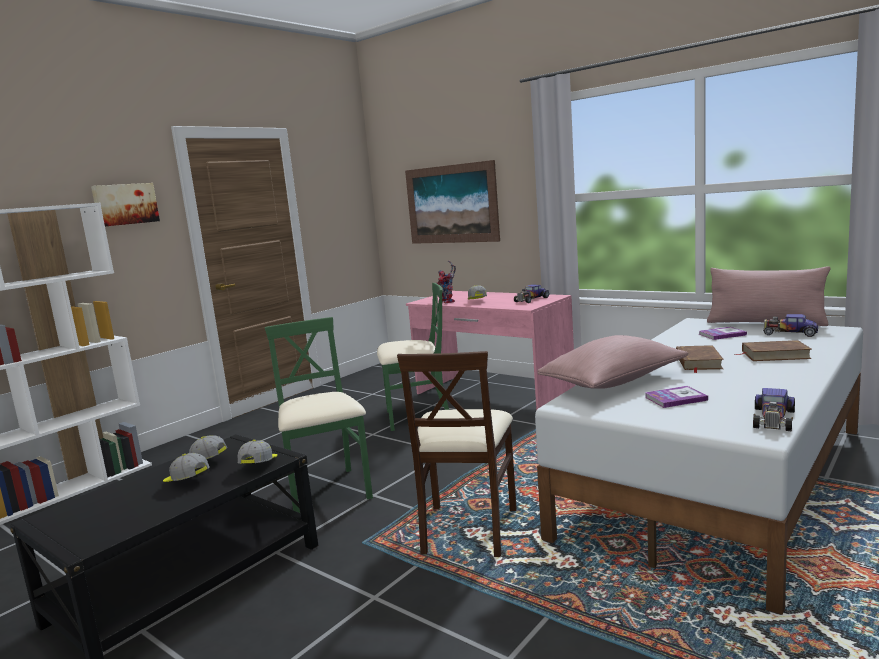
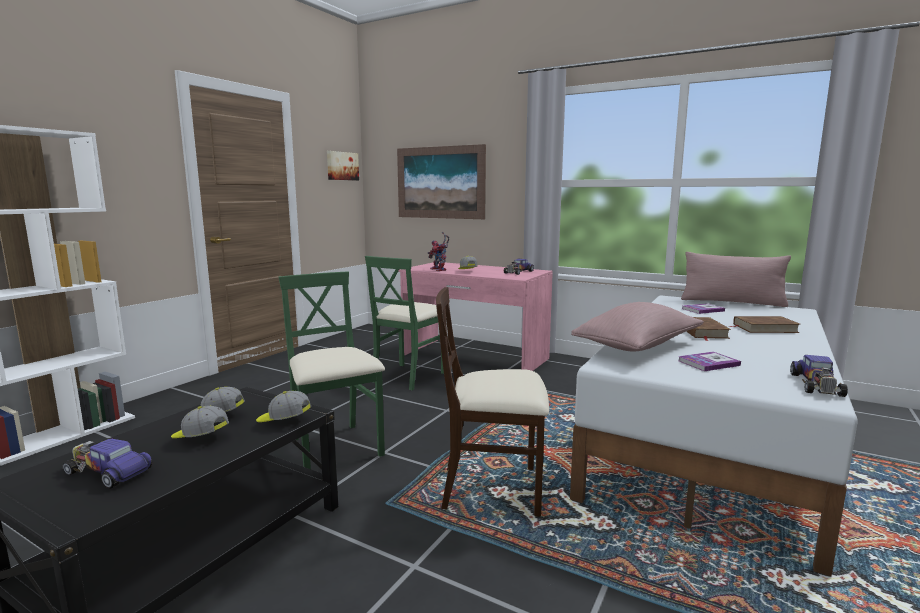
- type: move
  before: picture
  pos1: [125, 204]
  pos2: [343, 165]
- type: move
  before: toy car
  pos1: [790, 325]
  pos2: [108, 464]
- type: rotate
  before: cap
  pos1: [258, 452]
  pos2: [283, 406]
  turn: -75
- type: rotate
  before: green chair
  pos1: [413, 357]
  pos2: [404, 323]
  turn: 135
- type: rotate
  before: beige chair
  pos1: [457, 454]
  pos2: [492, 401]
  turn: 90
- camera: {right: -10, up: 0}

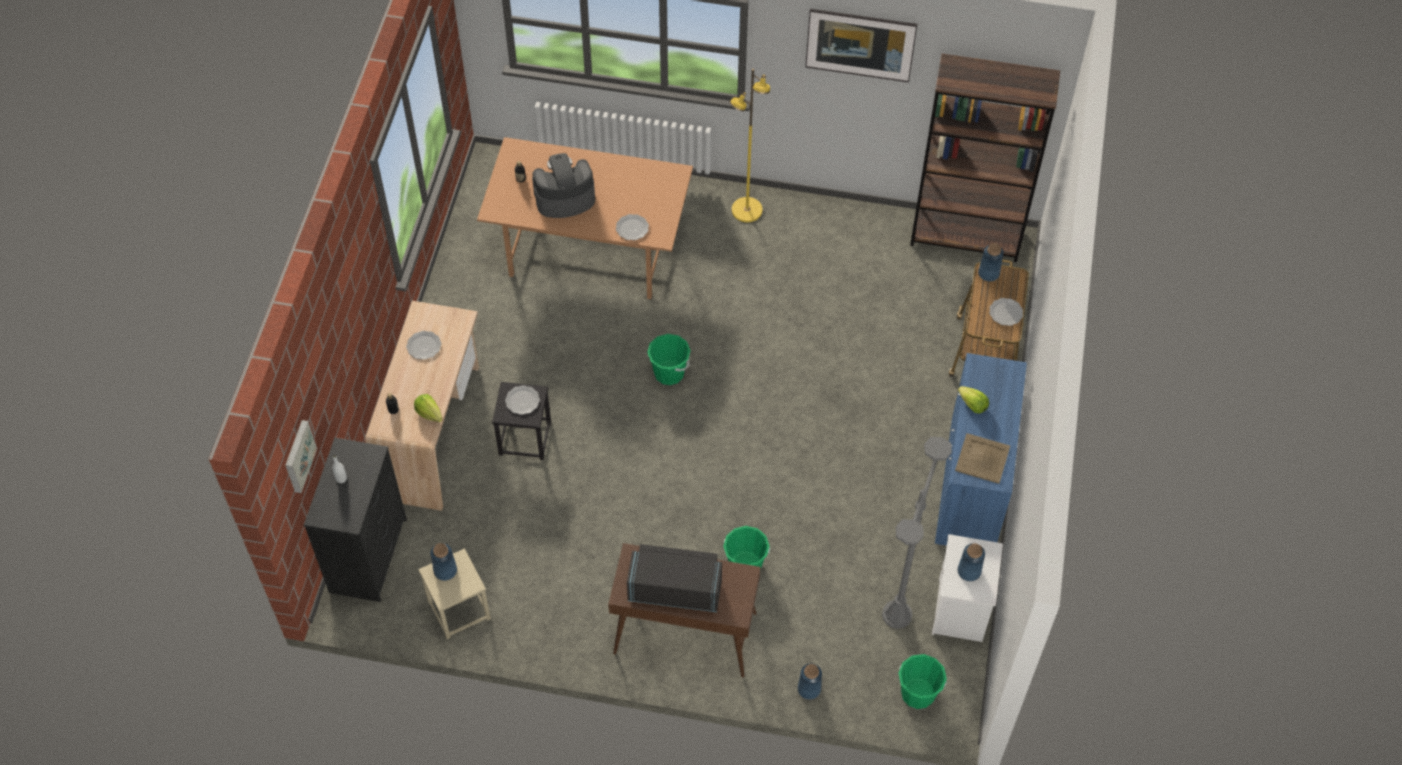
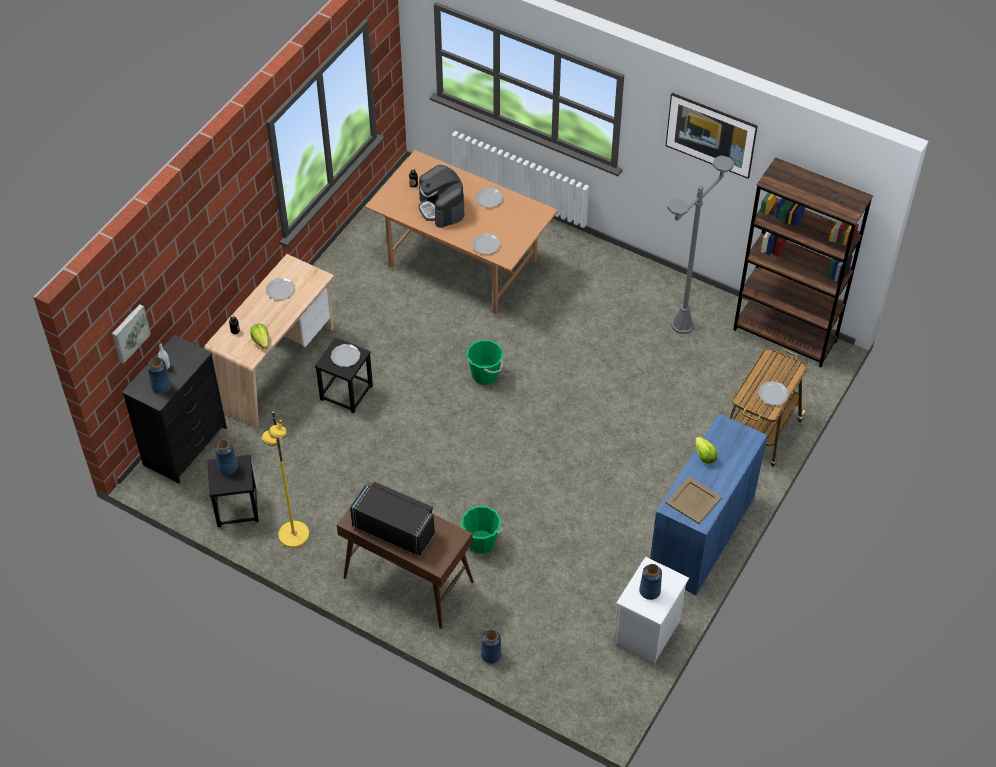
- type: delete
  before: green bucket
  pos1: [922, 681]
- type: insert
  after: plate
  pos2: [489, 197]
- type: move
  before: yellow floor lamp
  pos1: [750, 145]
  pos2: [285, 479]
- type: move
  before: grey floor lamp
  pos1: [917, 533]
  pos2: [700, 244]
- type: move
  before: blue vase
  pos1: [991, 262]
  pos2: [159, 375]
- type: recolor
  before: beige stool
  after: black stool
  pos1: [454, 593]
  pos2: [233, 491]
- type: rotate
  before: coffee machine
  pos1: [563, 185]
  pos2: [441, 196]
  turn: -120
- camera: {right: 20, up: -5}

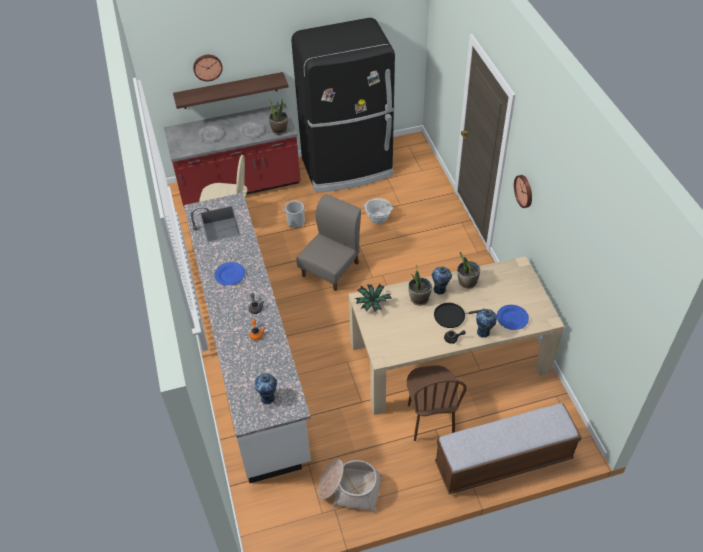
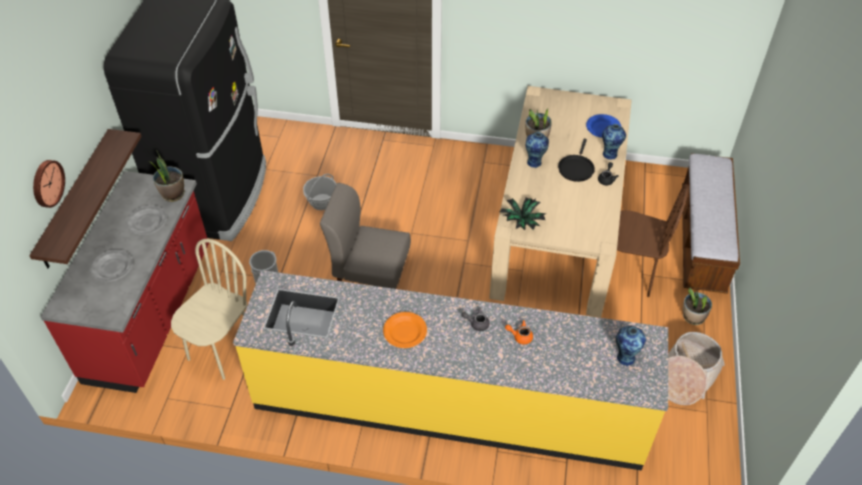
- type: delete
  before: wall clock
  pos1: [523, 191]
- type: move
  before: potted plant
  pos1: [420, 285]
  pos2: [697, 306]
- type: recolor
  before: white counter
  after: yellow counter
  pos1: [247, 338]
  pos2: [450, 370]
- type: recolor
  before: blue plate
  after: orange plate
  pos1: [230, 274]
  pos2: [405, 330]
- type: rotate
  before: grey chair
  pos1: [328, 242]
  pos2: [365, 236]
  turn: -45
- camera: {right: -65, up: 0}

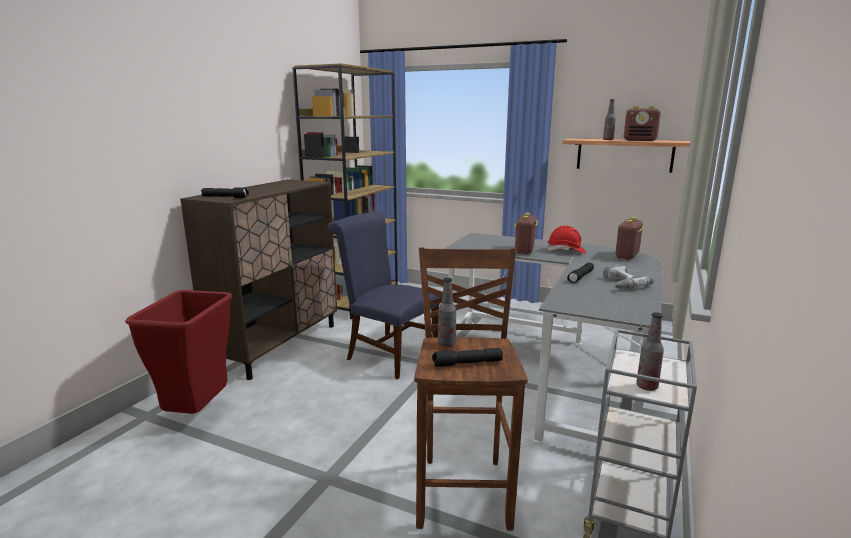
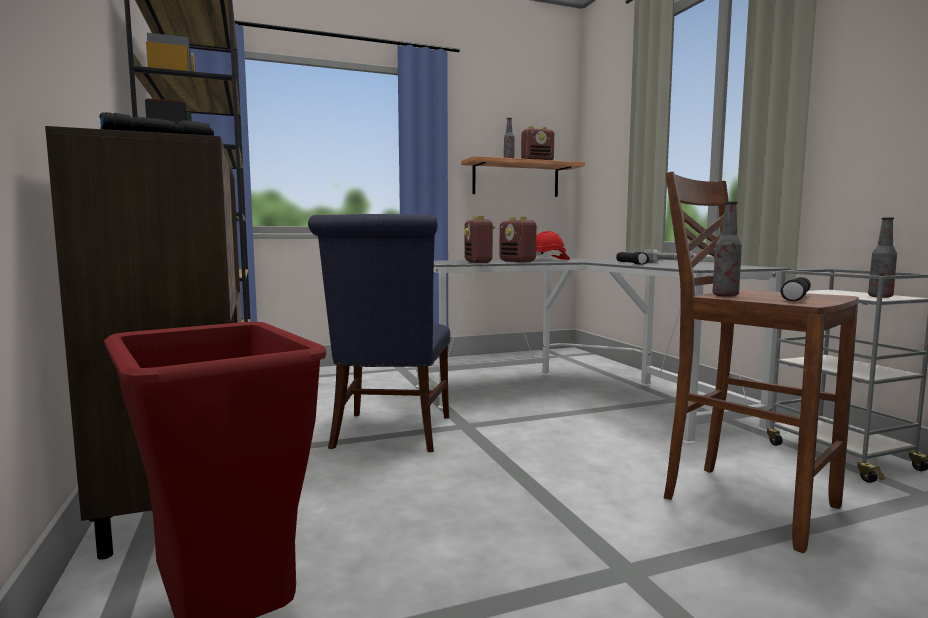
- type: move
  before: radio
  pos1: [630, 238]
  pos2: [480, 239]
- type: rotate
  before: blue chair
  pos1: [383, 295]
  pos2: [379, 333]
  turn: -75
- camera: {right: -45, up: -10}

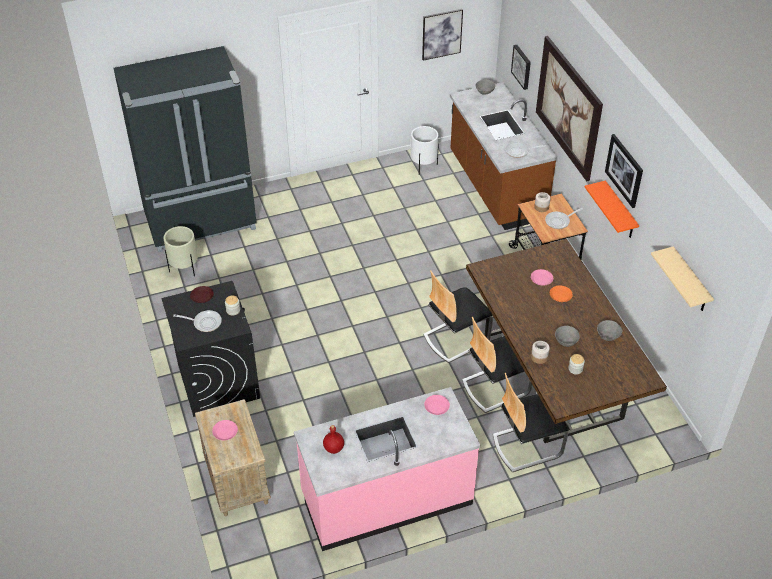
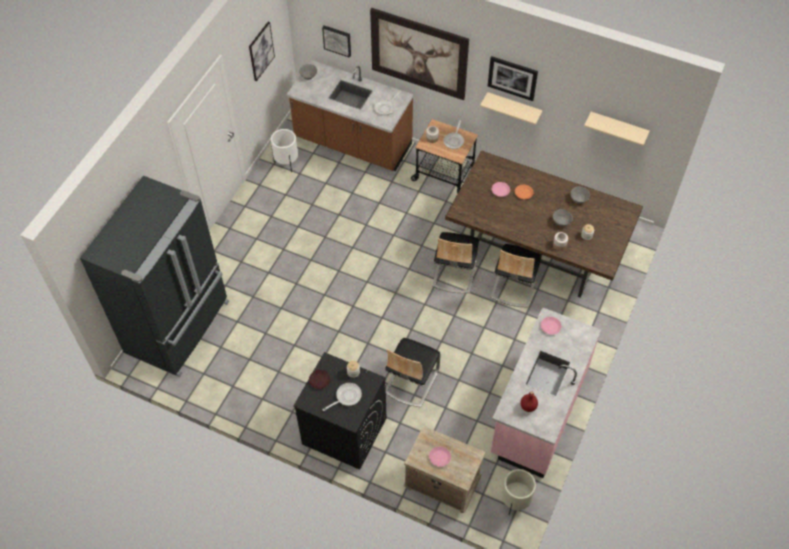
- type: move
  before: beige planter
  pos1: [181, 251]
  pos2: [519, 492]
- type: move
  before: chair
  pos1: [530, 422]
  pos2: [413, 372]
- type: recolor
  before: orange shelf
  after: beige shelf
  pos1: [612, 209]
  pos2: [511, 108]
- camera: {right: -45, up: 10}

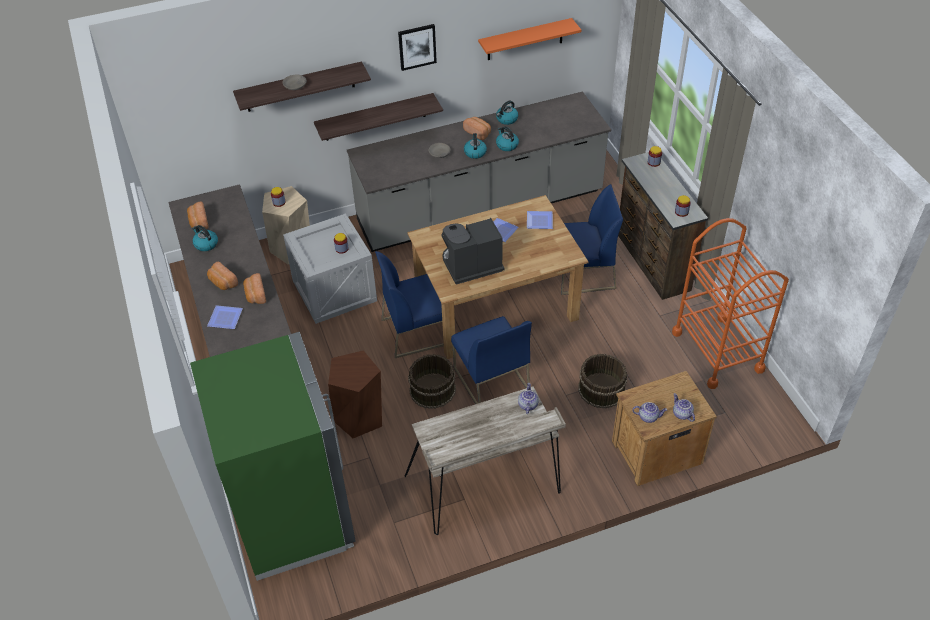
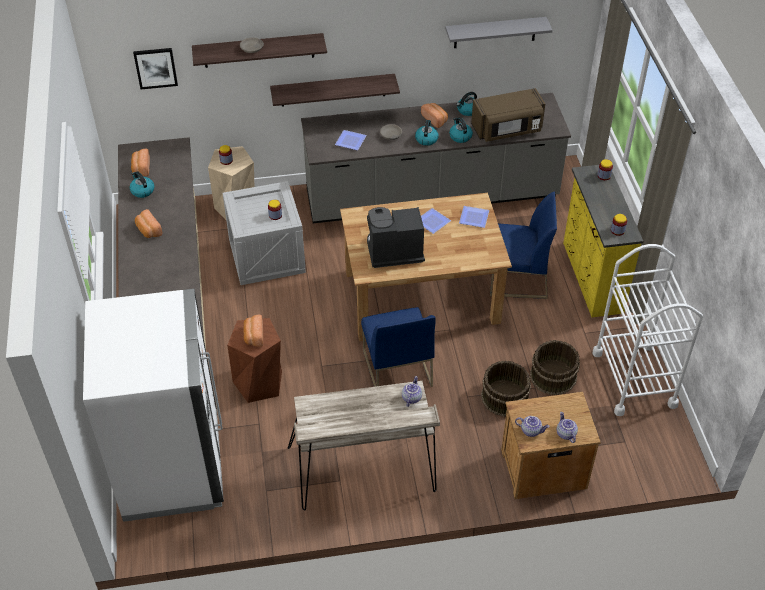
- type: delete
  before: blue chair
  pos1: [409, 304]
- type: insert
  after: brown microwave
  pos2: [508, 115]
- type: move
  before: plate
  pos1: [225, 317]
  pos2: [351, 140]
- type: move
  before: bread
  pos1: [254, 288]
  pos2: [253, 331]
- type: move
  before: picture
  pos1: [417, 47]
  pos2: [155, 68]
- type: move
  before: brown bucket
  pos1: [432, 381]
  pos2: [555, 367]
- type: recolor
  before: green fridge
  after: white fridge
  pos1: [273, 456]
  pos2: [153, 405]
- type: recolor
  before: orange shelf
  after: grey shelf
  pos1: [529, 39]
  pos2: [499, 32]
- type: recolor
  before: brown dresser
  after: yellow dresser
  pos1: [663, 226]
  pos2: [603, 241]
- type: recolor
  before: orange cart
  after: white cart
  pos1: [730, 303]
  pos2: [648, 330]
- camera: {right: 10, up: 0}

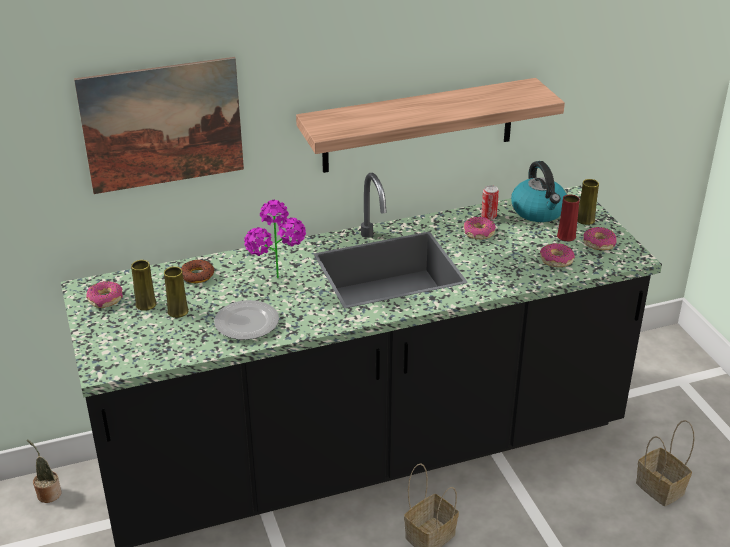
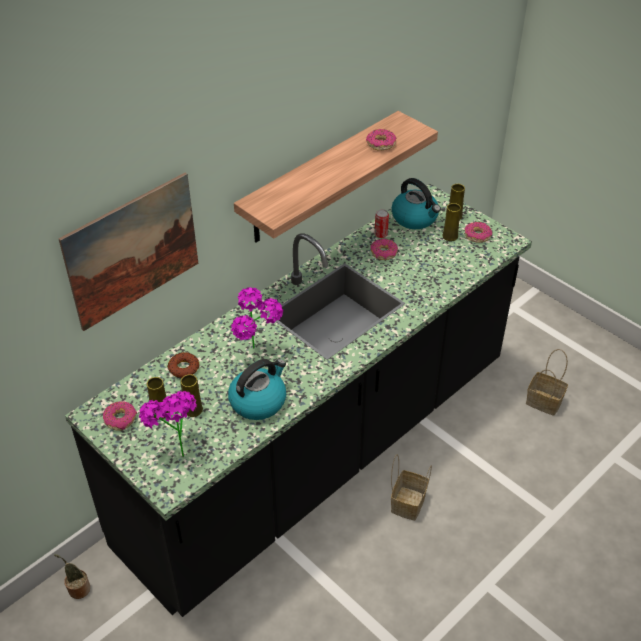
- type: insert
  after: potted plant
  pos2: [168, 424]
- type: move
  before: donut
  pos1: [557, 255]
  pos2: [381, 140]
- type: replace
  before: plate
  after: kettle
  pos1: [246, 320]
  pos2: [257, 389]
- type: recolor
  before: red vase
  after: yellow vase
  pos1: [568, 218]
  pos2: [451, 222]
- camera: {right: -25, up: 10}

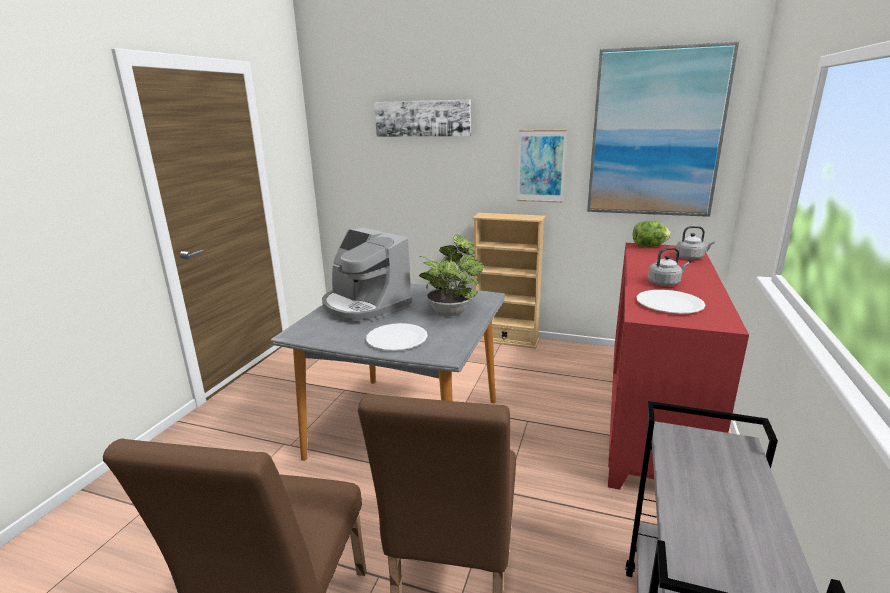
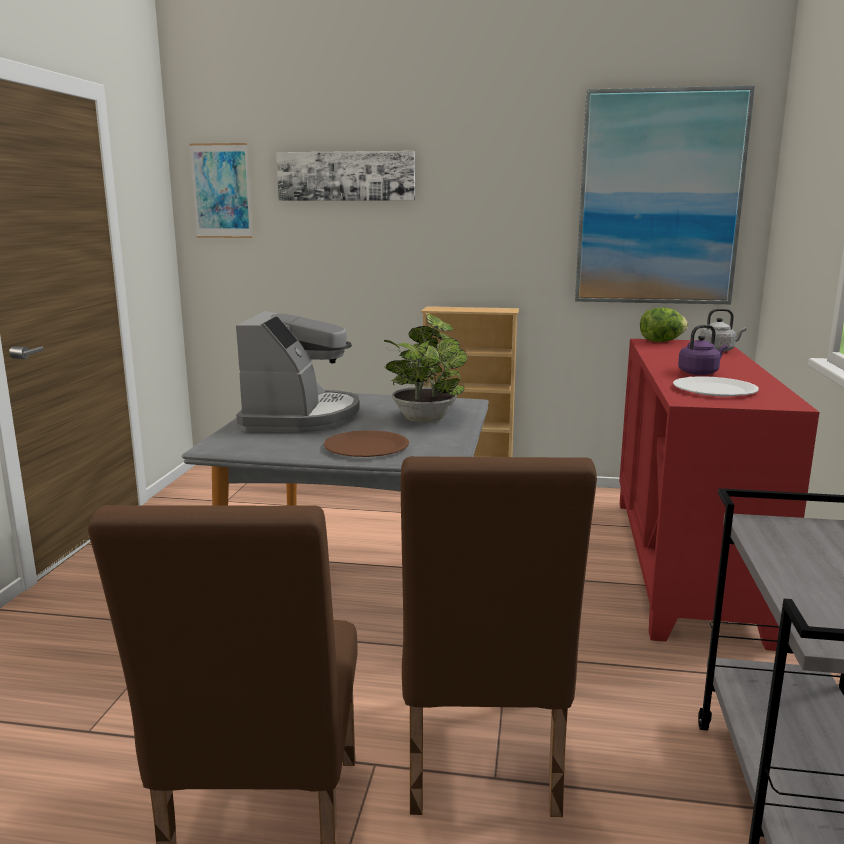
- type: move
  before: picture
  pos1: [542, 166]
  pos2: [221, 190]
- type: recolor
  before: white plate
  after: brown plate
  pos1: [397, 337]
  pos2: [366, 443]
- type: recolor
  before: grey kettle
  after: purple kettle
  pos1: [669, 266]
  pos2: [703, 350]
- type: rotate
  before: coffee machine
  pos1: [367, 275]
  pos2: [298, 372]
  turn: -120
- camera: {right: -10, up: -5}

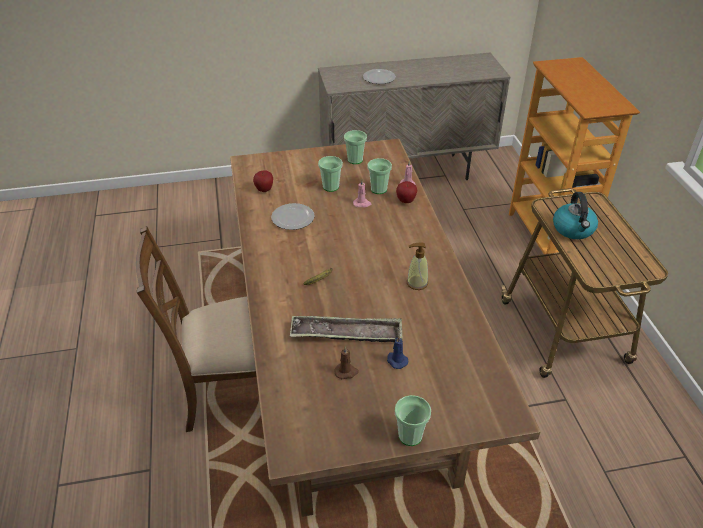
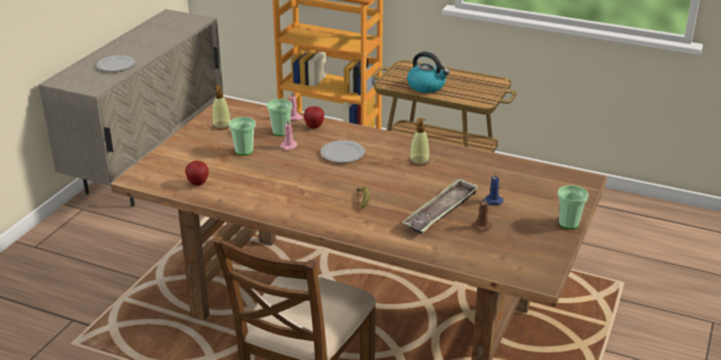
- type: move
  before: plate
  pos1: [292, 216]
  pos2: [342, 151]
- type: replace
  before: cup
  after: soap dispenser
  pos1: [355, 147]
  pos2: [221, 107]
- camera: {right: -55, up: -10}

